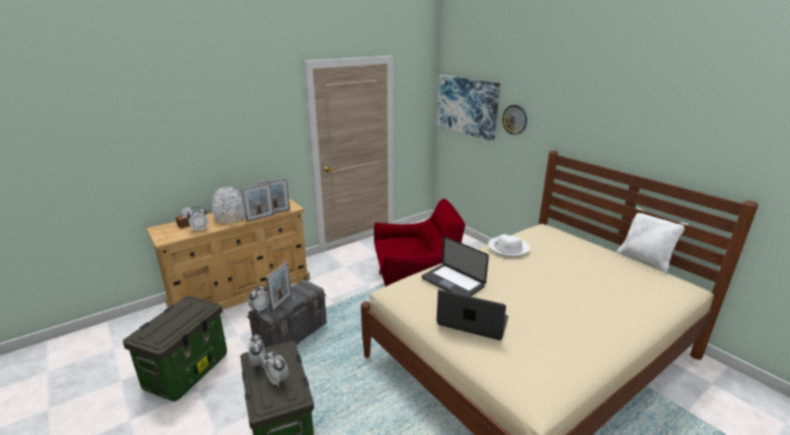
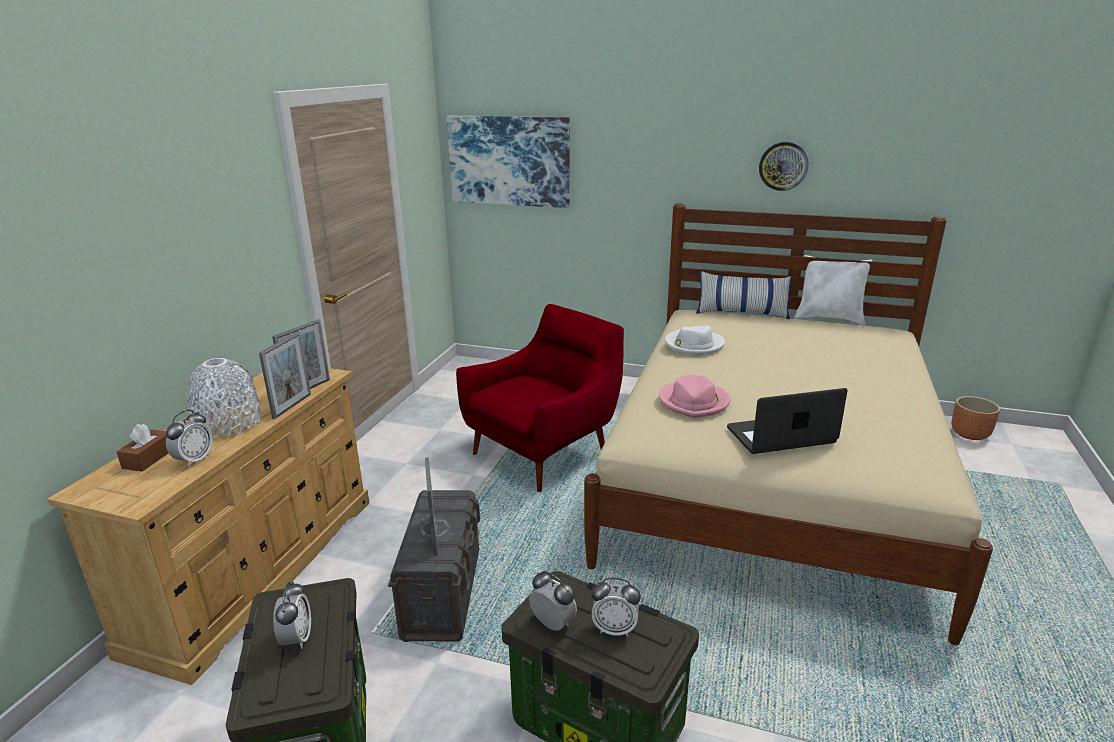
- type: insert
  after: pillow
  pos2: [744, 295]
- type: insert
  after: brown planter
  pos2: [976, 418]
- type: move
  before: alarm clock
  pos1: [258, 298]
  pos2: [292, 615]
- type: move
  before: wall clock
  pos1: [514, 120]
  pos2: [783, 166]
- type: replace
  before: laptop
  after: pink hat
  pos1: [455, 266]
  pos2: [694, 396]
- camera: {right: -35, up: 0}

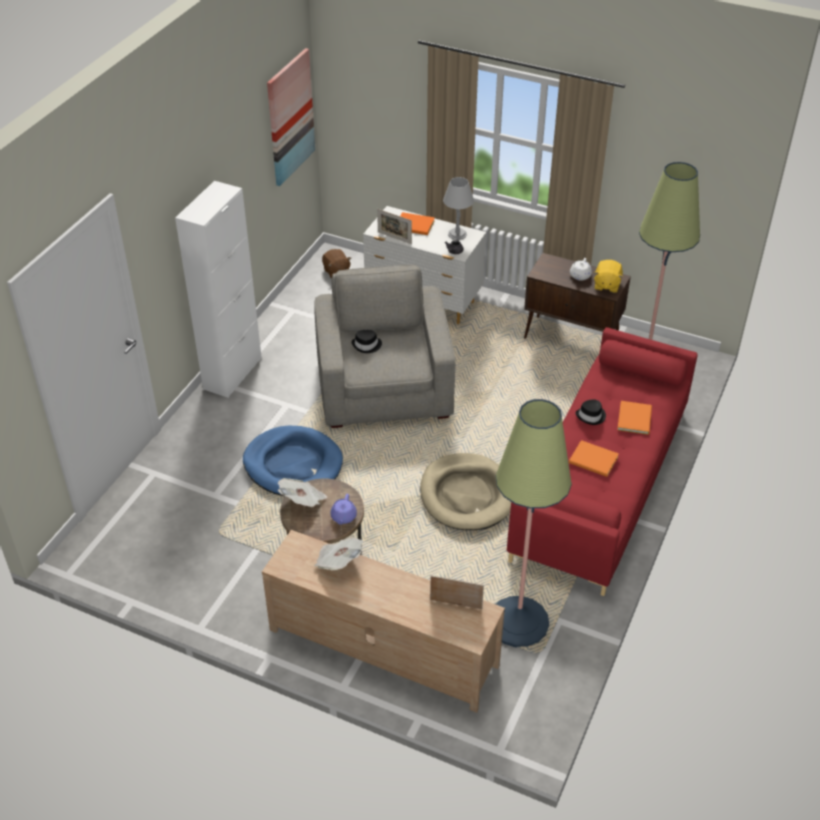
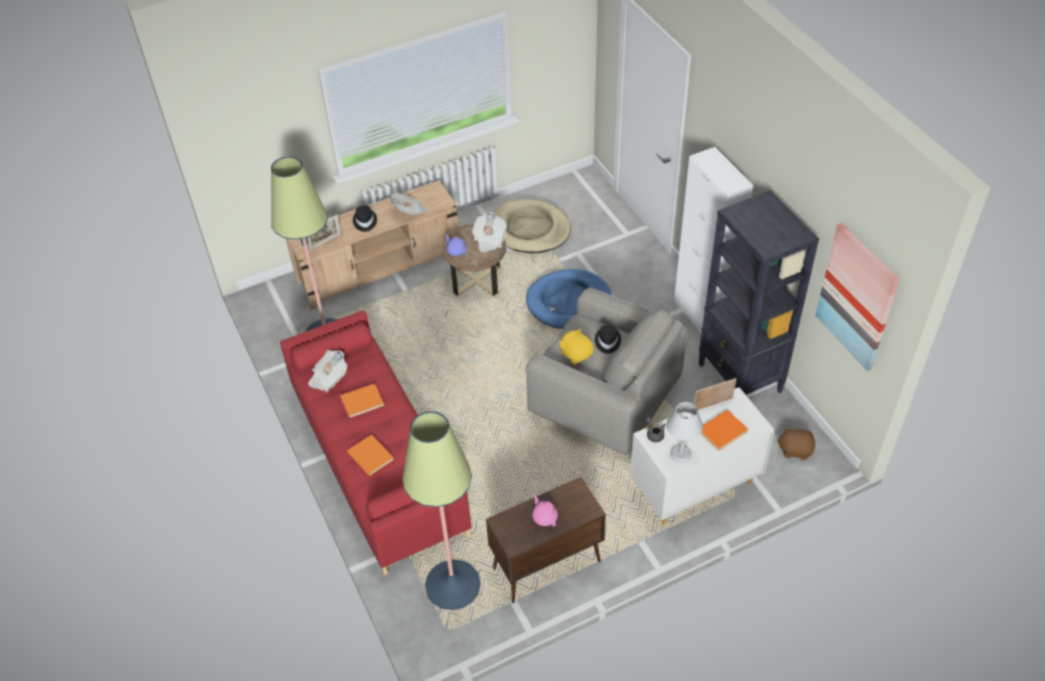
- type: insert
  after: newspaper
  pos2: [327, 371]
- type: insert
  after: black bookcase
  pos2: [758, 292]
- type: move
  before: beige dog bed
  pos1: [465, 491]
  pos2: [532, 226]
- type: move
  before: black hat
  pos1: [590, 412]
  pos2: [365, 218]
- type: move
  before: yellow plush toy
  pos1: [608, 276]
  pos2: [576, 346]
- type: recolor
  before: white teapot
  after: pink teapot
  pos1: [581, 269]
  pos2: [545, 510]
- camera: {right: 130, up: 5}

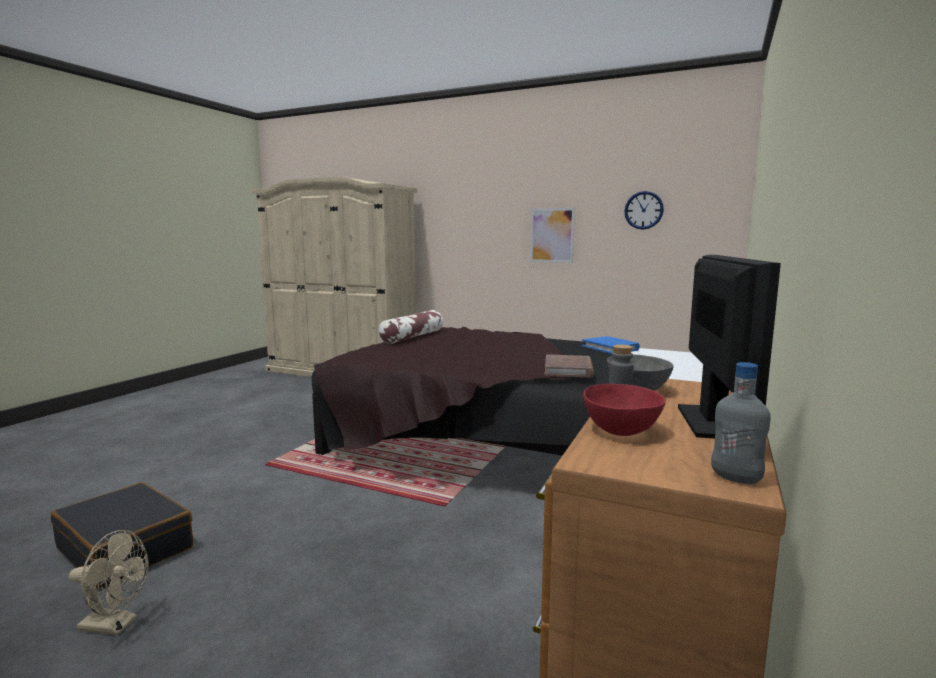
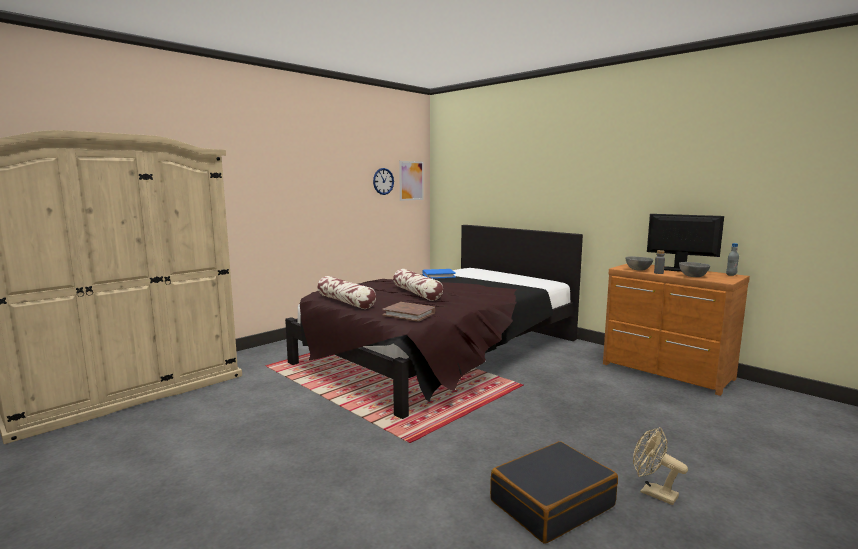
- type: insert
  after: pillow
  pos2: [418, 285]
- type: move
  before: picture
  pos1: [552, 235]
  pos2: [411, 181]
- type: move
  before: brown book
  pos1: [569, 366]
  pos2: [409, 312]
- type: recolor
  before: red bowl
  after: grey bowl
  pos1: [624, 410]
  pos2: [694, 269]
- type: rotate
  before: beige fan
  pos1: [109, 582]
  pos2: [660, 466]
  turn: -75
- camera: {right: -70, up: 0}

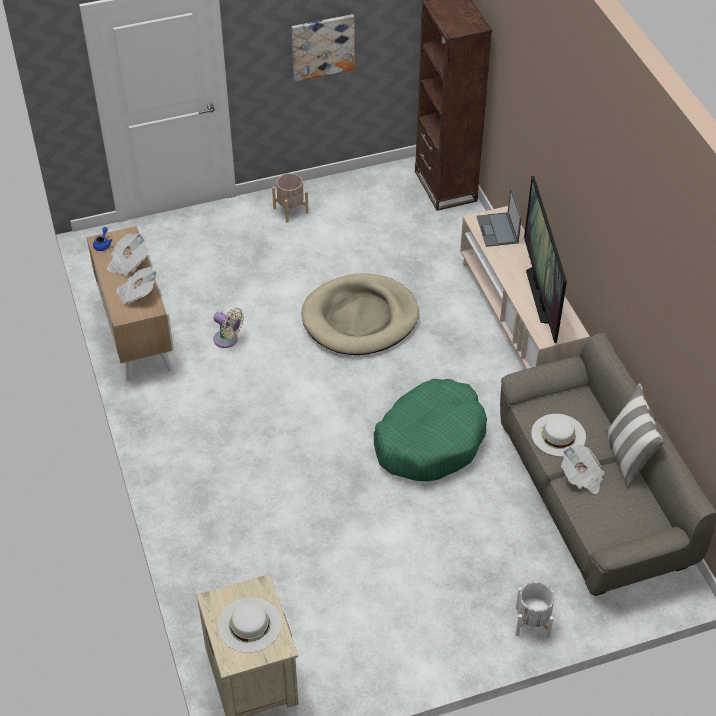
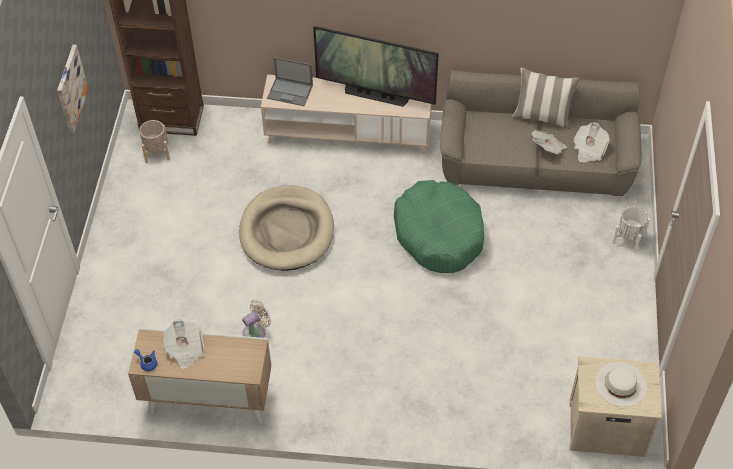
- type: delete
  before: white hat
  pos1: [558, 435]
- type: move
  before: newspaper
  pos1: [137, 286]
  pos2: [592, 142]
- type: move
  before: beige planter
  pos1: [290, 198]
  pos2: [154, 141]
- camera: {right: -65, up: 5}

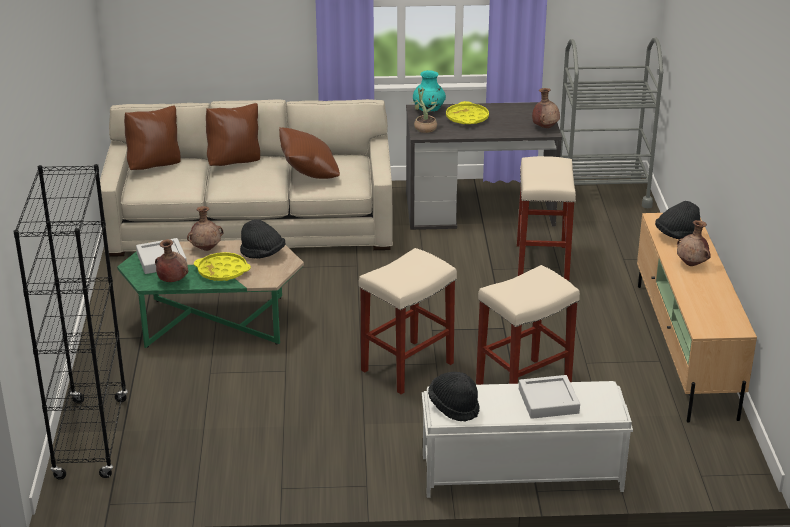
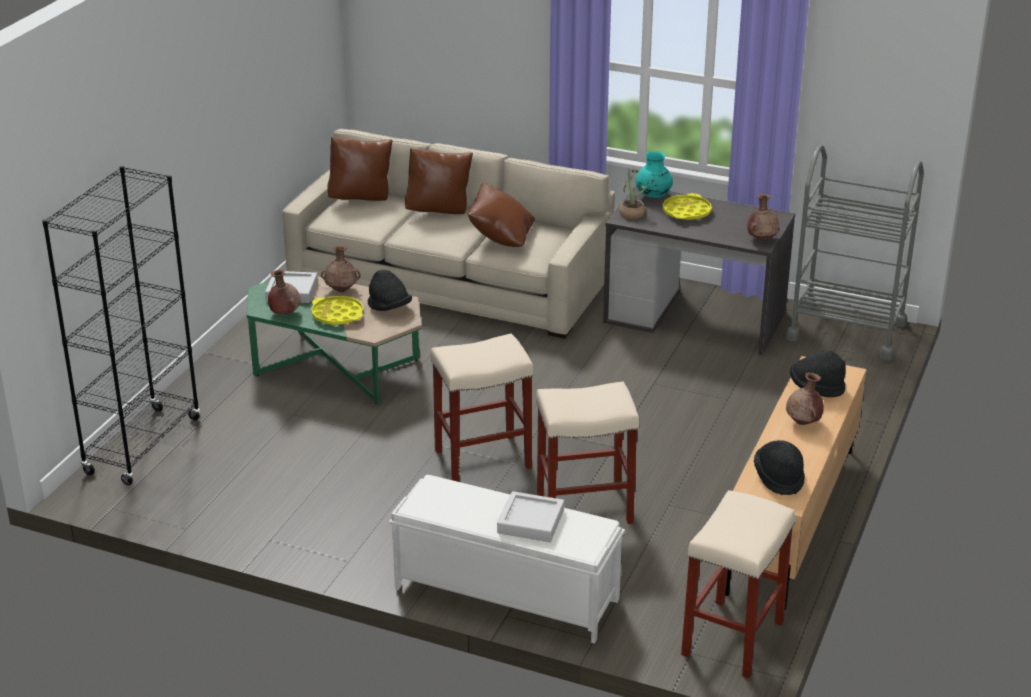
- type: move
  before: black hat
  pos1: [454, 396]
  pos2: [779, 467]
- type: move
  before: beige stool
  pos1: [546, 218]
  pos2: [738, 584]
- camera: {right: 25, up: 0}

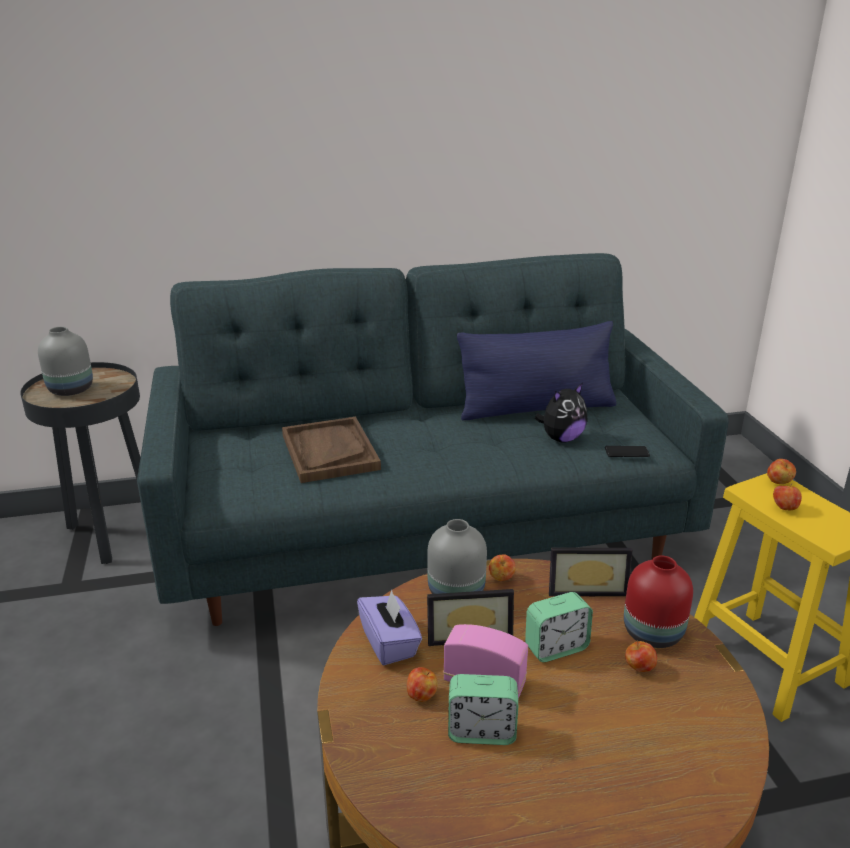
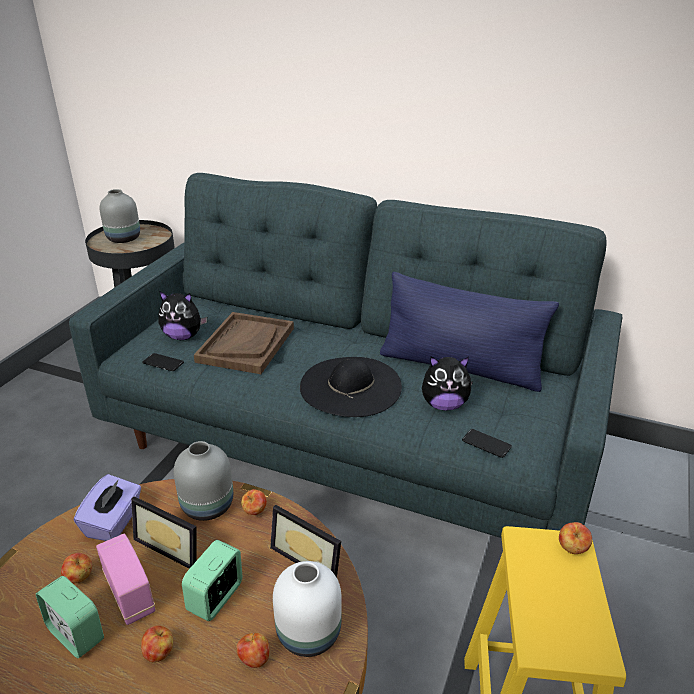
- type: insert
  after: phone
  pos2: [163, 362]
- type: insert
  after: plush toy
  pos2: [182, 315]
- type: insert
  after: black hat
  pos2: [351, 387]
- type: move
  before: apple
  pos1: [787, 496]
  pos2: [157, 643]
- type: recolor
  before: red vase
  after: white vase
  pos1: [658, 601]
  pos2: [307, 609]
- type: rotate
  before: alarm clock
  pos1: [559, 627]
  pos2: [212, 580]
  turn: 105
- camera: {right: 35, up: 5}

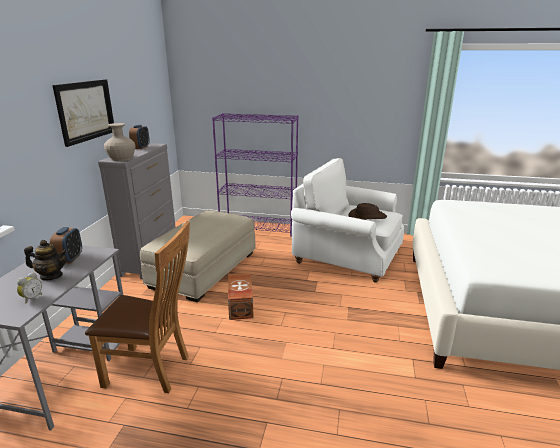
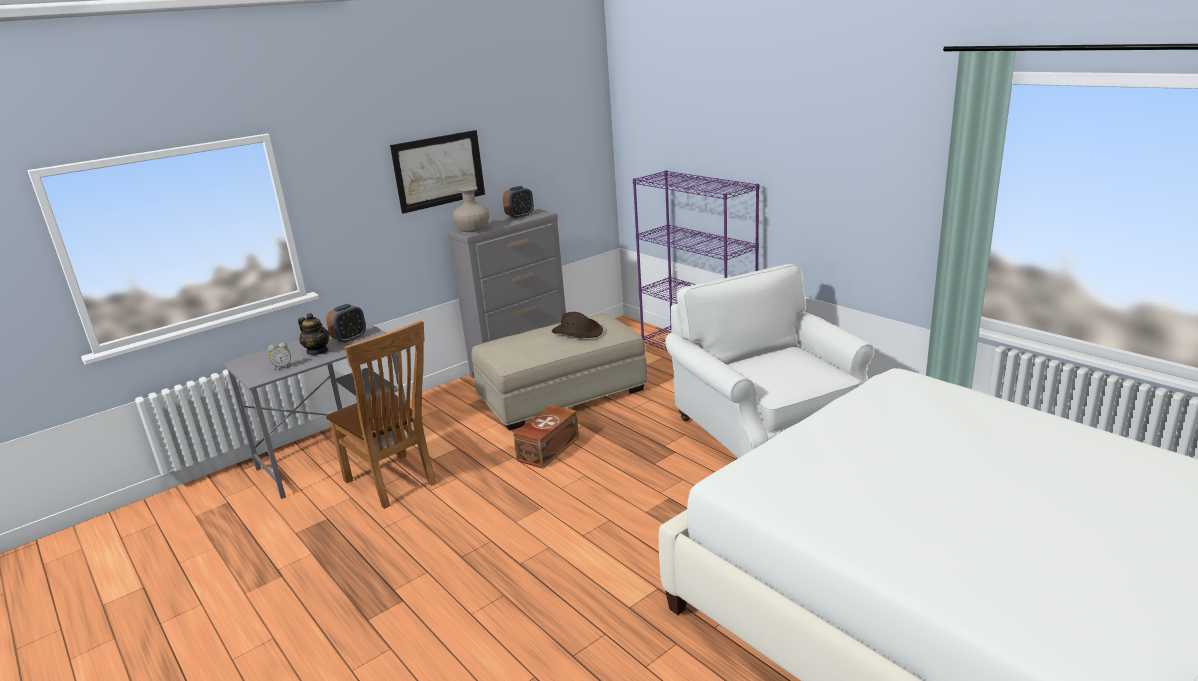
- type: move
  before: brown hat
  pos1: [367, 211]
  pos2: [577, 325]
- camera: {right: 40, up: 0}

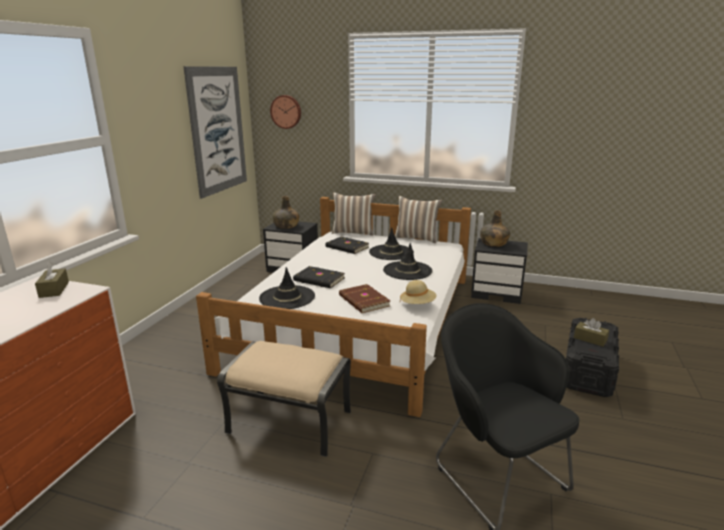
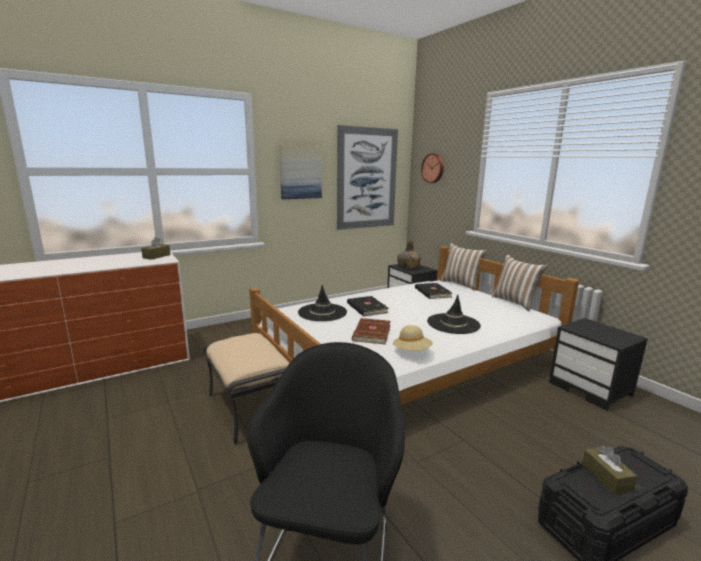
- type: delete
  before: black hat
  pos1: [391, 243]
- type: delete
  before: green bottle
  pos1: [495, 228]
- type: insert
  after: picture
  pos2: [301, 172]
- camera: {right: 40, up: -5}

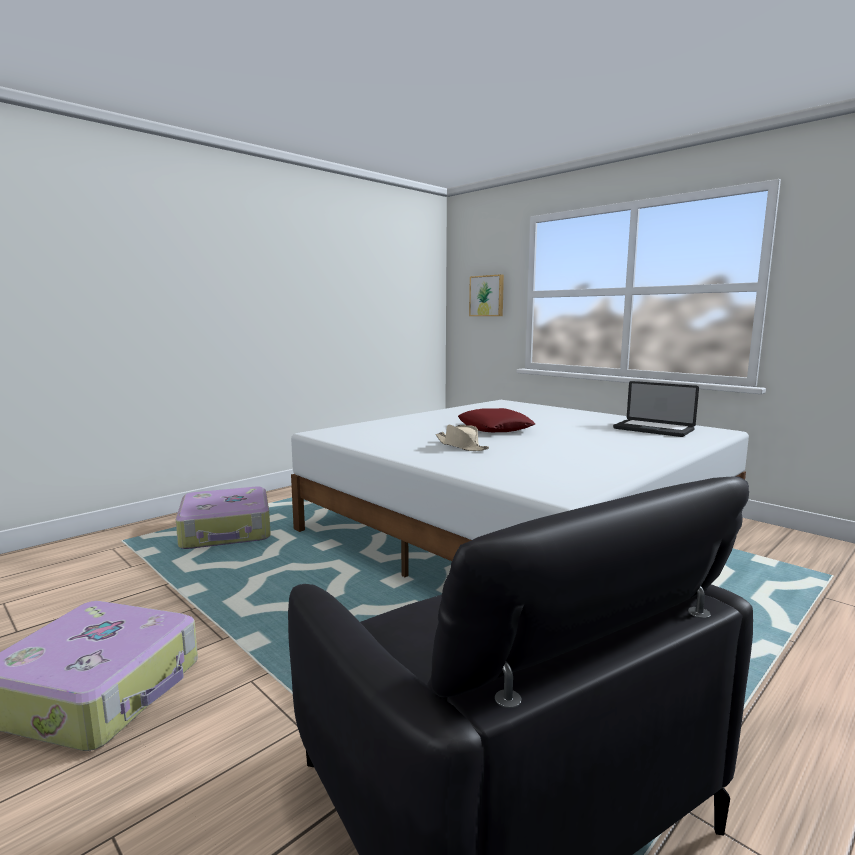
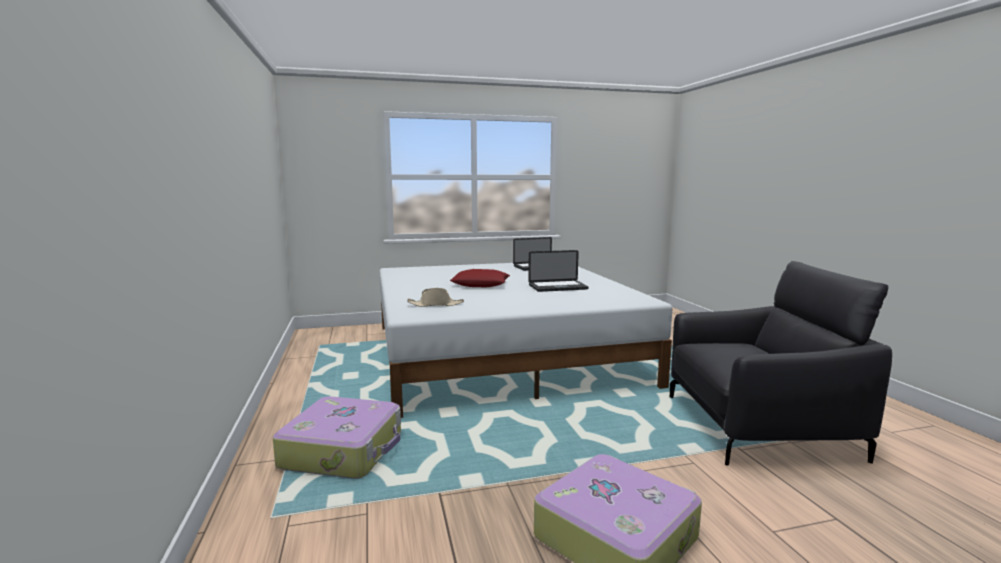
- type: delete
  before: picture
  pos1: [486, 295]
- type: insert
  after: laptop
  pos2: [558, 271]
- type: move
  before: beige hat
  pos1: [462, 438]
  pos2: [435, 297]
- camera: {right: -60, up: 0}

